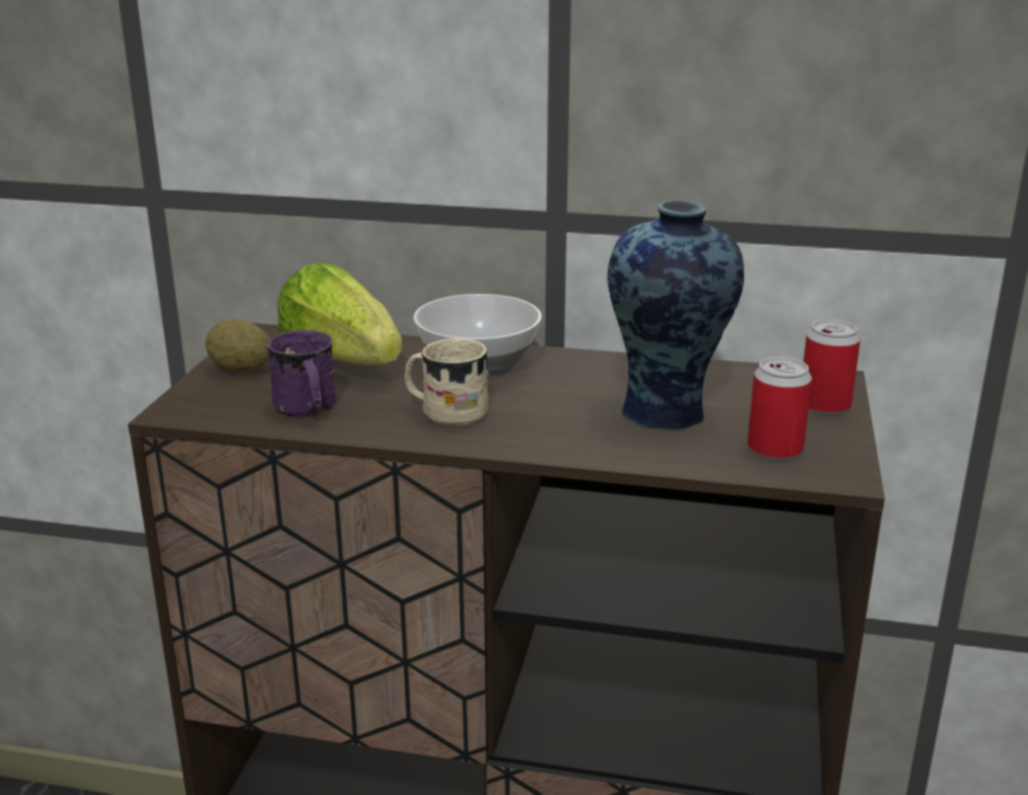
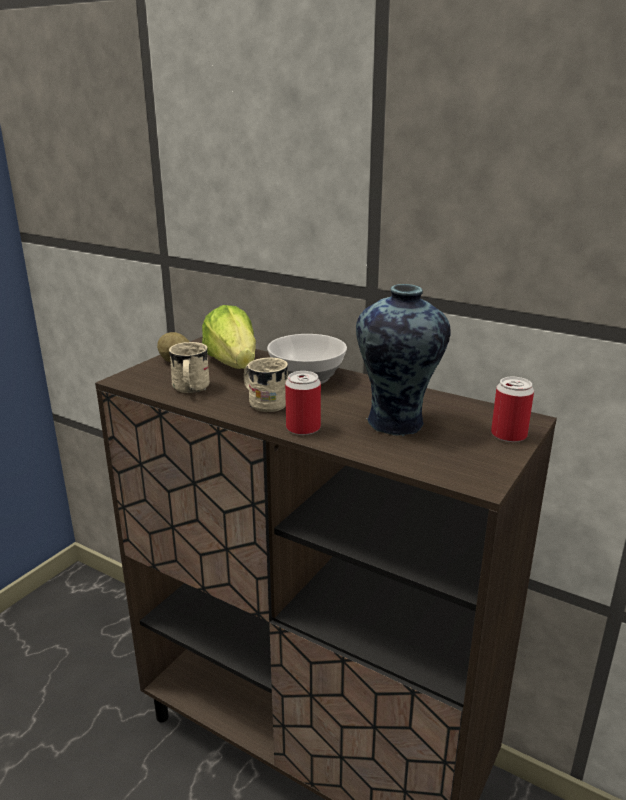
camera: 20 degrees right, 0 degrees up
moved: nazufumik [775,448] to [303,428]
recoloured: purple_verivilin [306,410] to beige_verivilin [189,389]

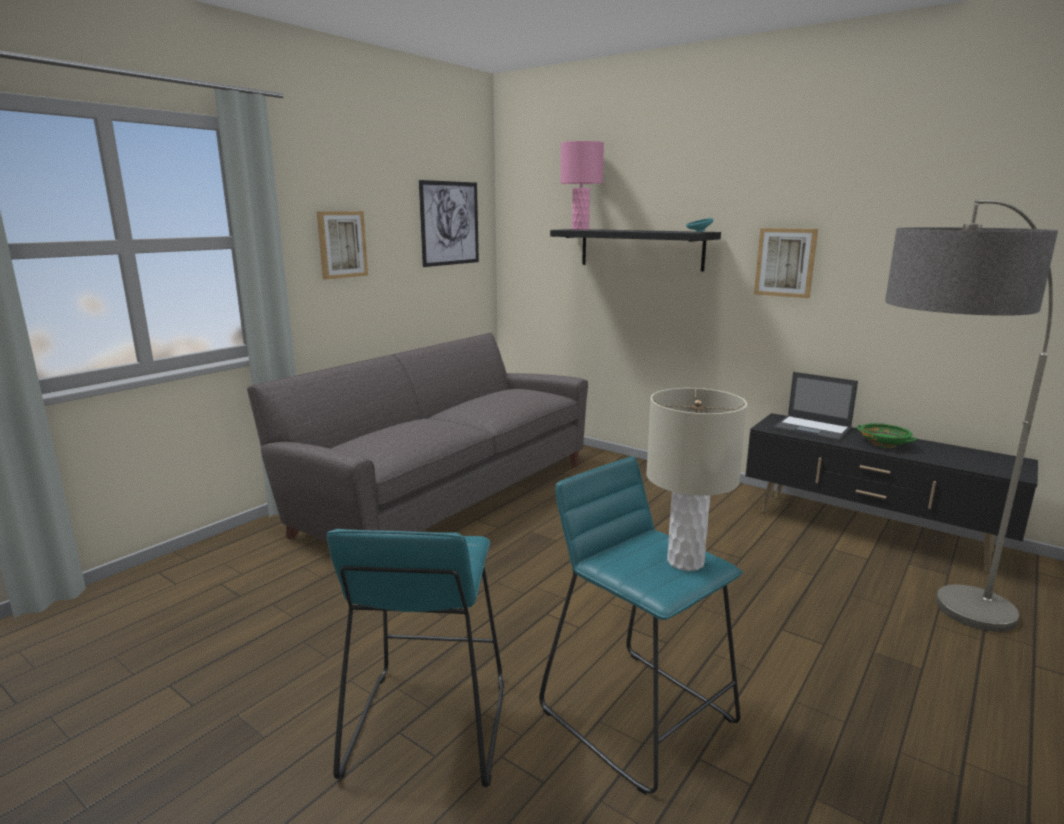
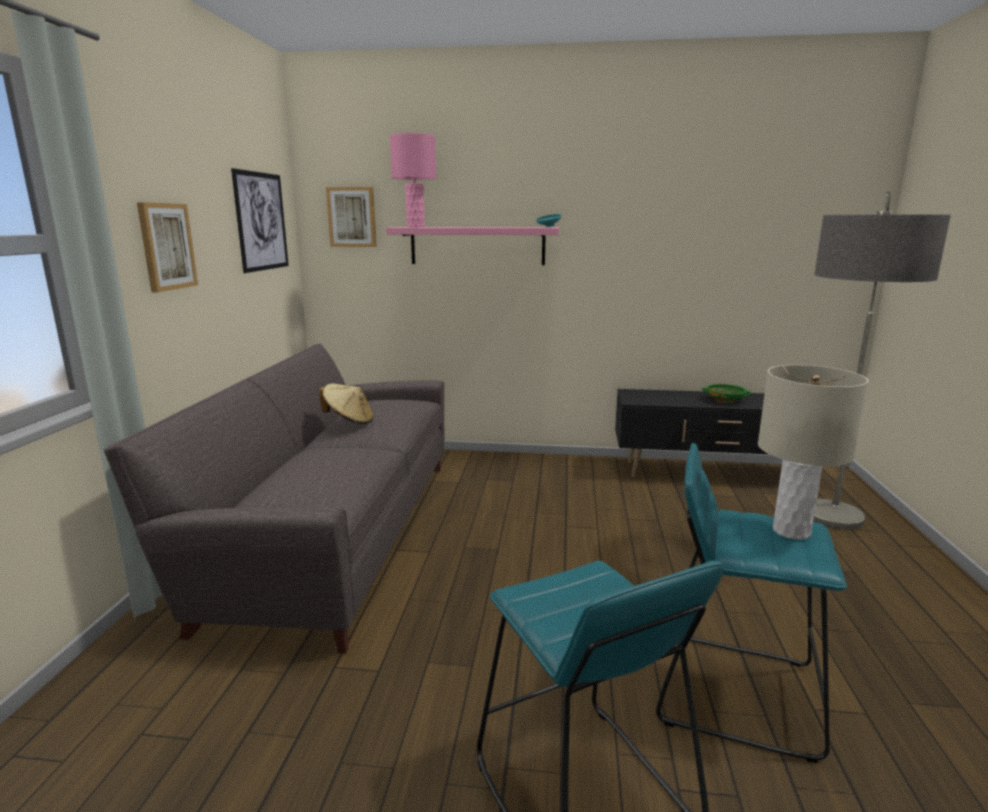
camera: 30 degrees left, 0 degrees up
removed: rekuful [813,429]
added: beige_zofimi [349,421]
moved: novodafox [785,262] to [352,217]
recoloured: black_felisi [640,249] to pink_felisi [477,246]

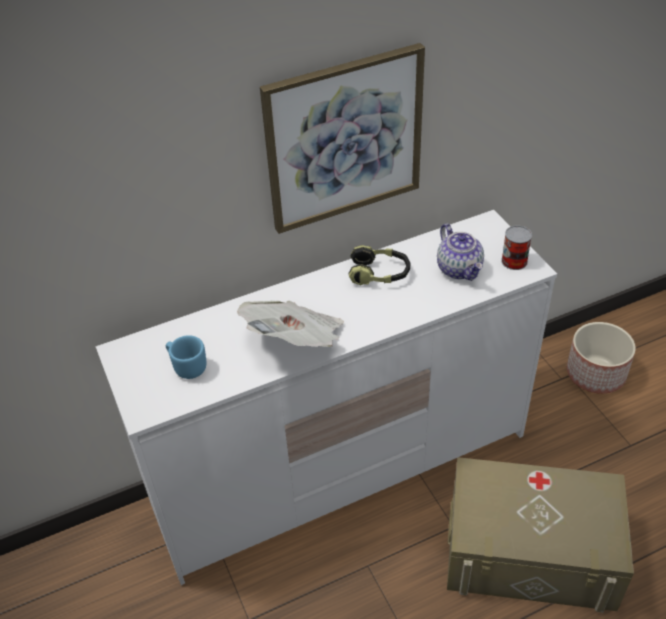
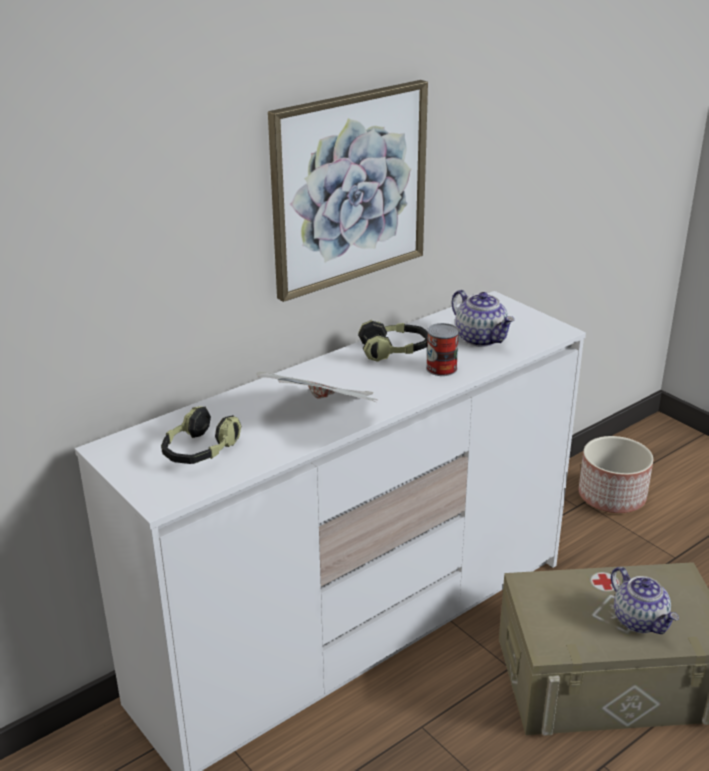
camera: 15 degrees left, 15 degrees down
added: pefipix [640,620]
moved: nazufumik [514,261] to [441,368]
replaced: blue_verivilin [187,366] to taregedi [200,452]

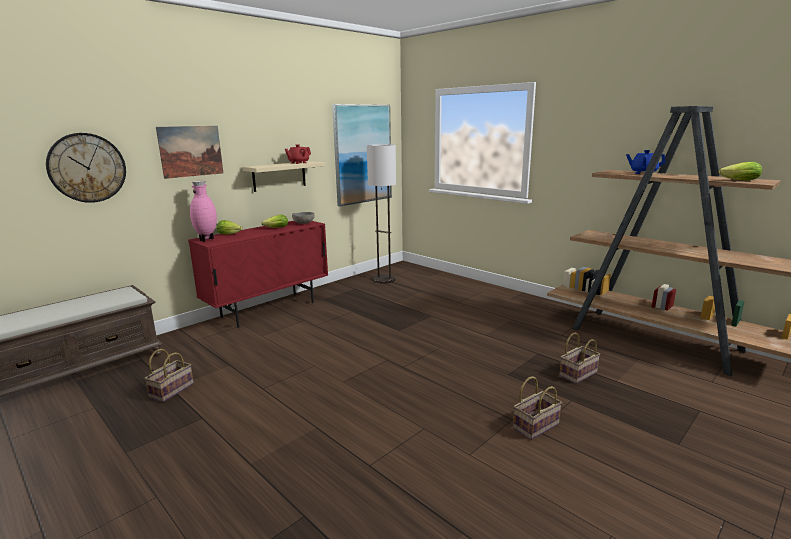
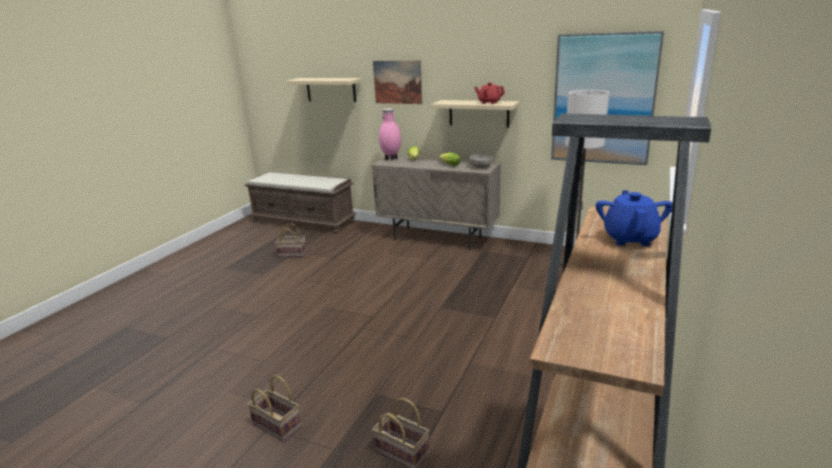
camera: 70 degrees right, 5 degrees up
removed: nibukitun [737,180]
replaced: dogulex [87,168] to beige_felisi [331,89]
recoloured: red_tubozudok [269,309] to beige_tubozudok [437,238]

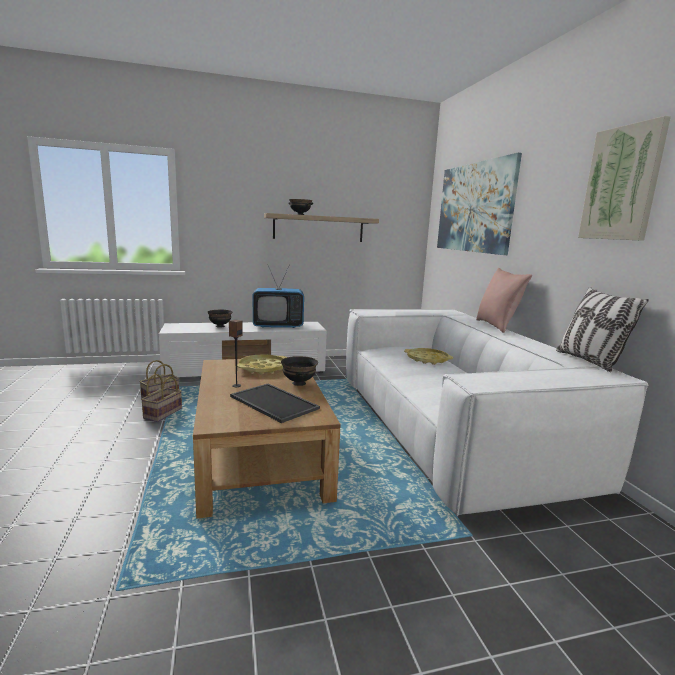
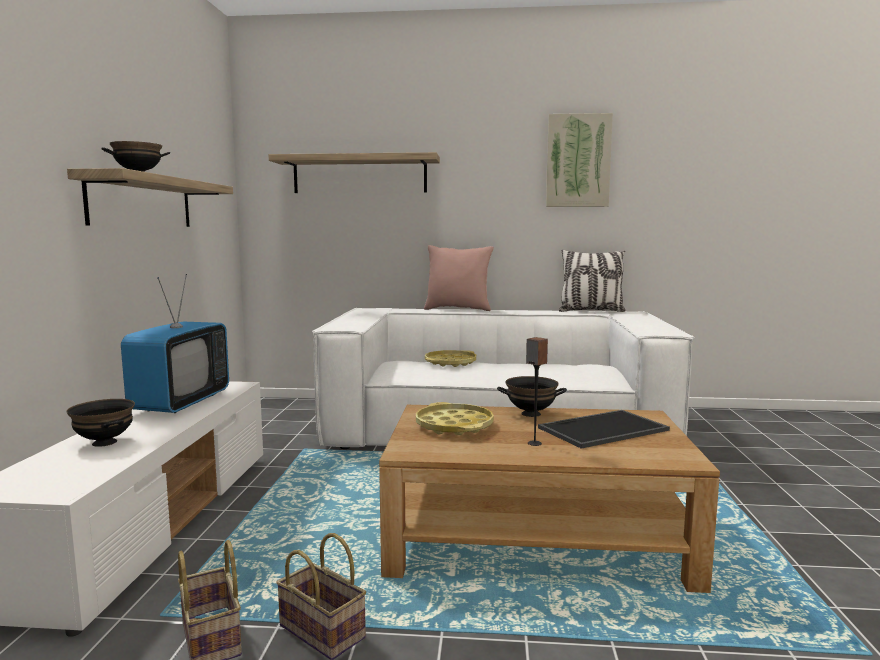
camera: 70 degrees left, 5 degrees down
replaced: novodafox [474,208] to felisi [360,175]

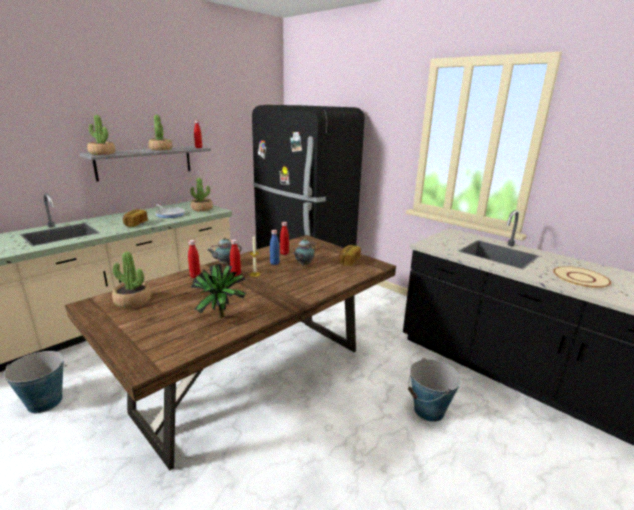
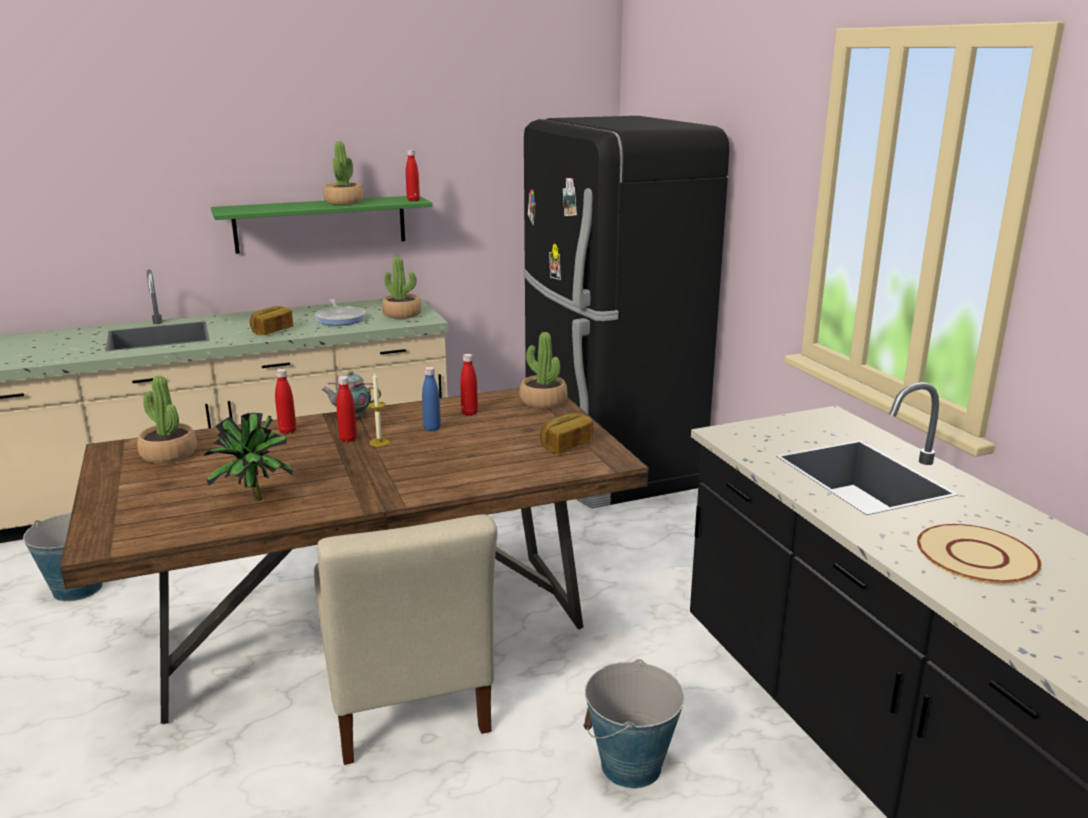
camera: 25 degrees right, 0 degrees up
removed: pefipix [303,265]
added: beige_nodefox [403,696]
moved: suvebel [102,153] to [543,401]
recoloured: grey_felisi [145,162] to green_felisi [320,224]

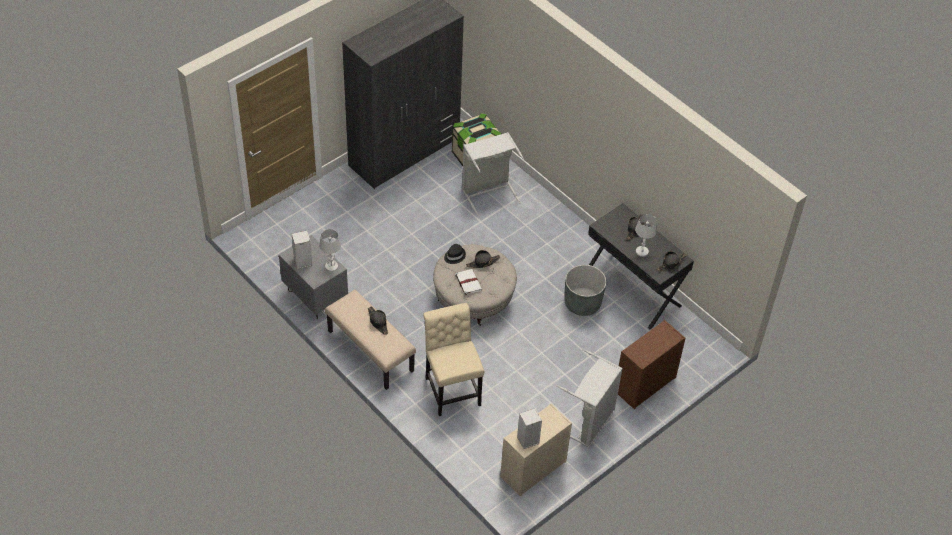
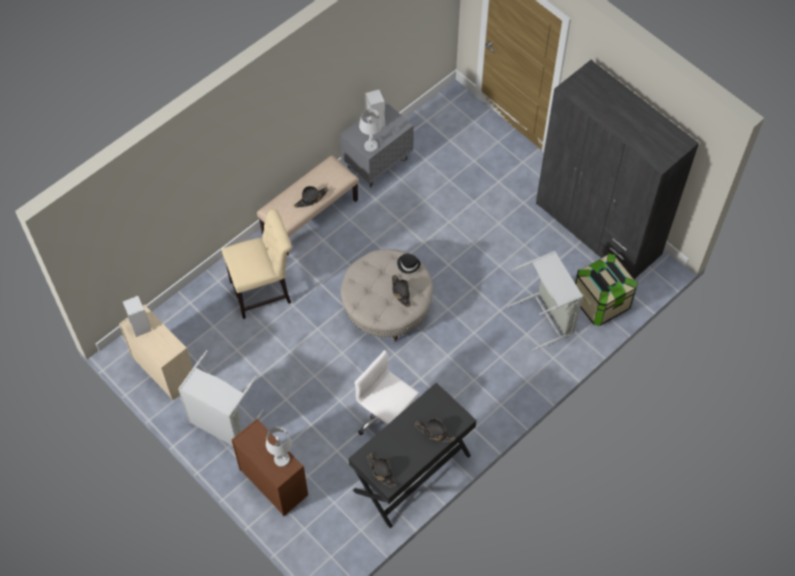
camera: 90 degrees right, 10 degrees up
removed: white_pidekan [468,282]
moved: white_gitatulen [642,251] to [281,459]
replaced: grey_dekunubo [582,303] to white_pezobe [386,417]

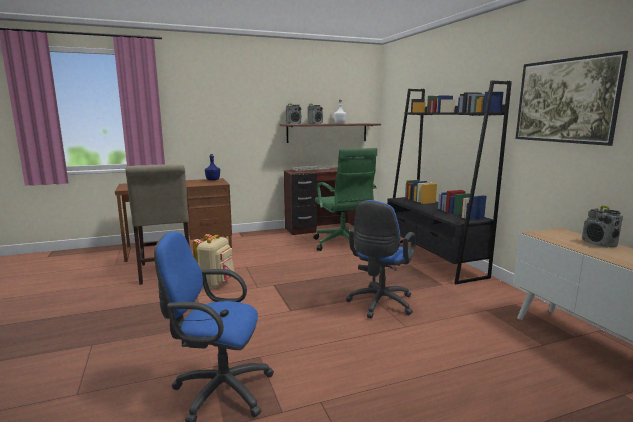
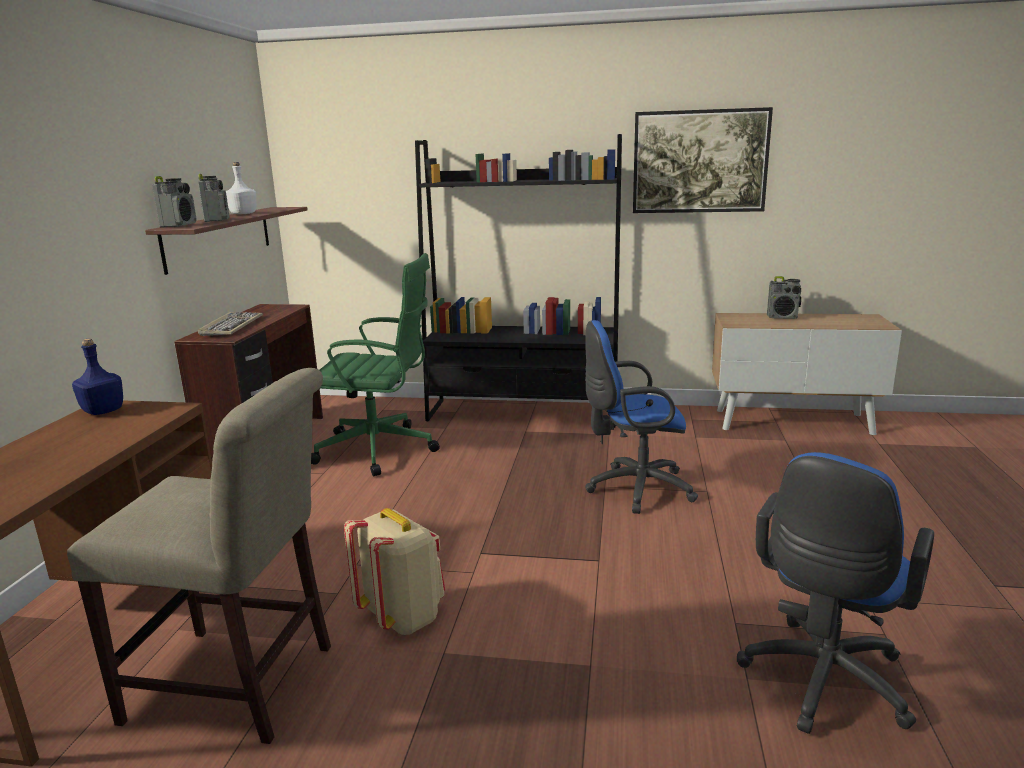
camera: 60 degrees left, 5 degrees up
turned: blue_pezobe [379,305] = [634,489] 120 degrees clockwise

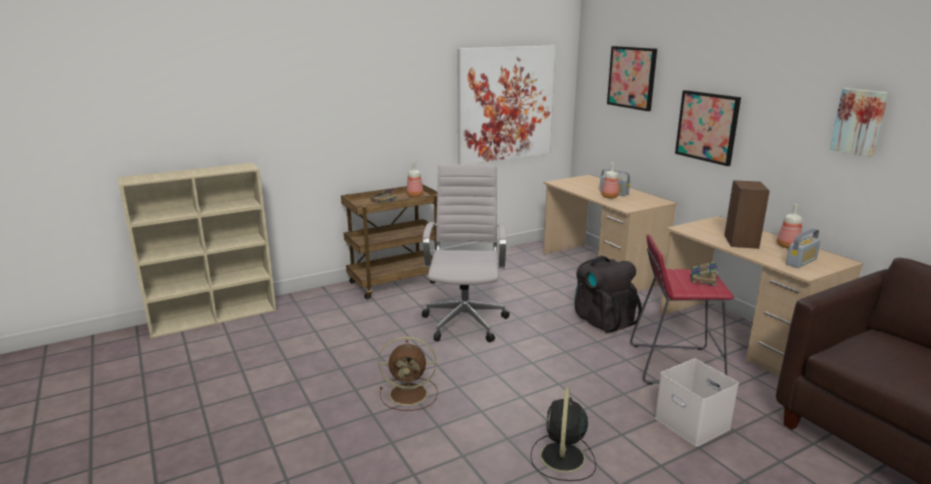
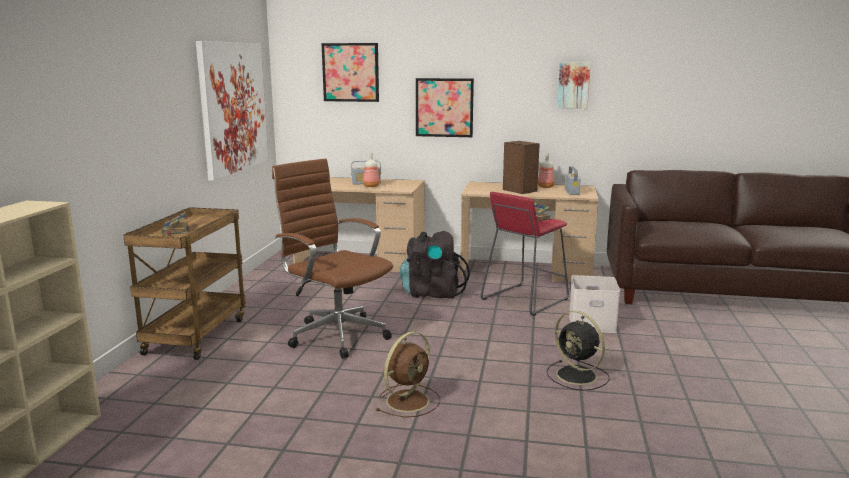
camera: 50 degrees left, 5 degrees down
removed: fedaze [415,195]
recoloured: white_pezobe [465,321] to brown_pezobe [336,335]

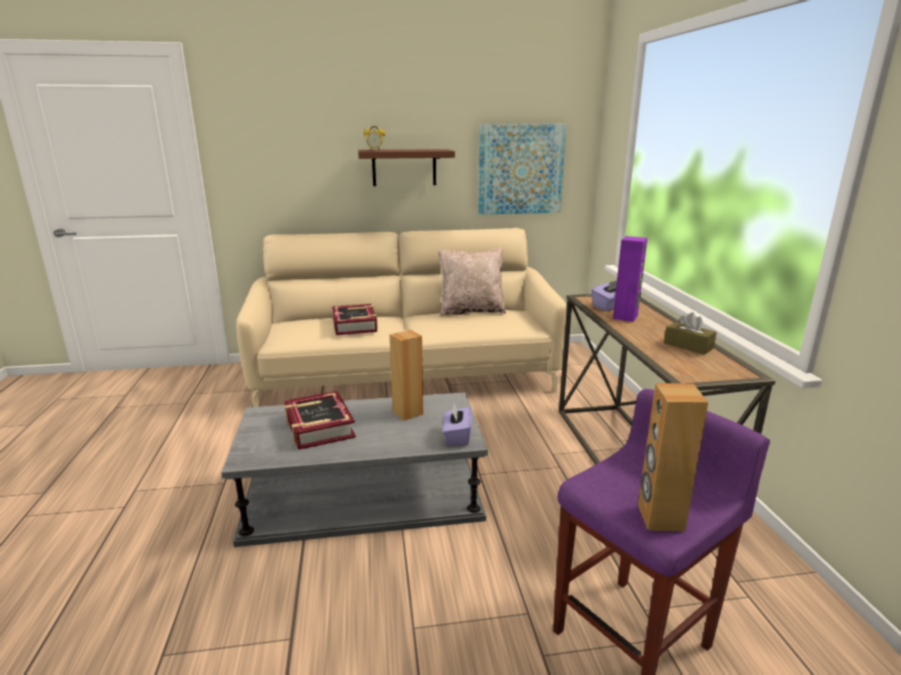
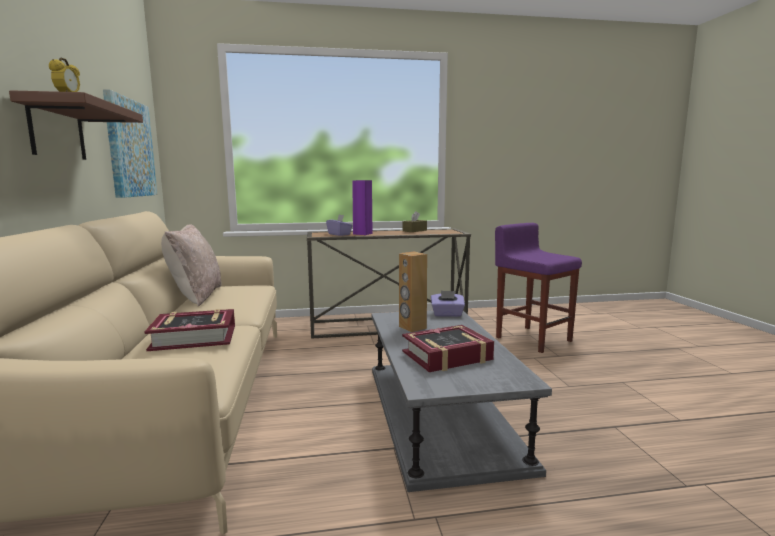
camera: 90 degrees left, 10 degrees down
removed: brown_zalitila [660,518]

